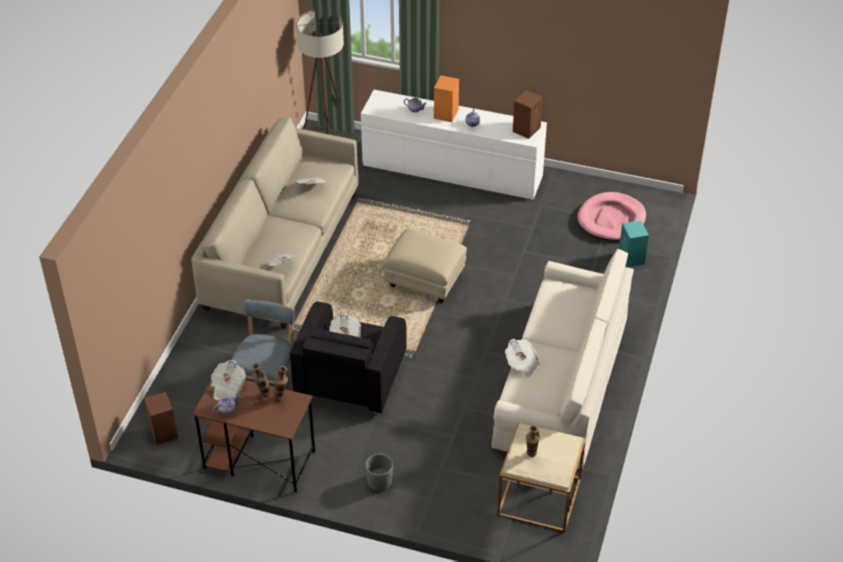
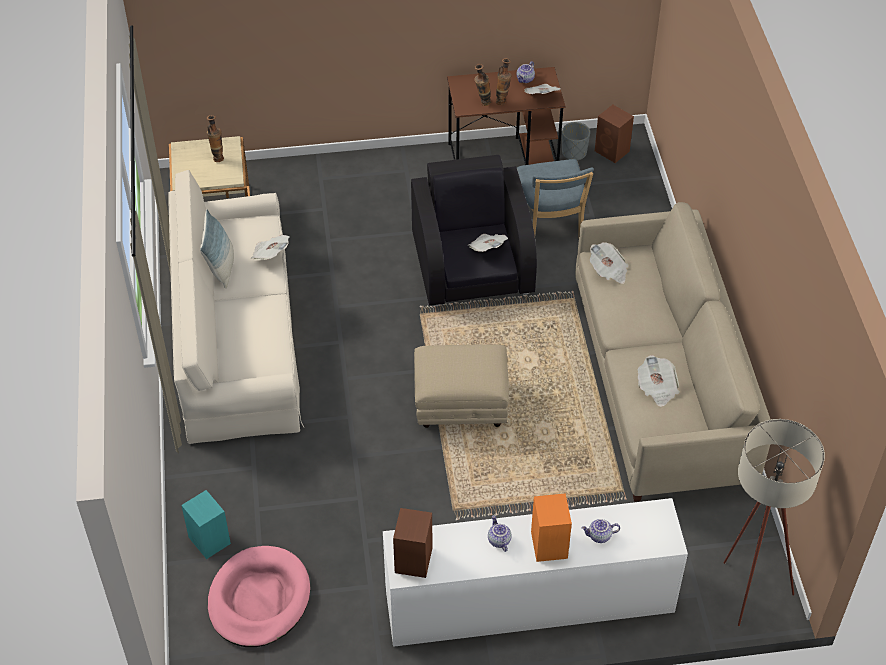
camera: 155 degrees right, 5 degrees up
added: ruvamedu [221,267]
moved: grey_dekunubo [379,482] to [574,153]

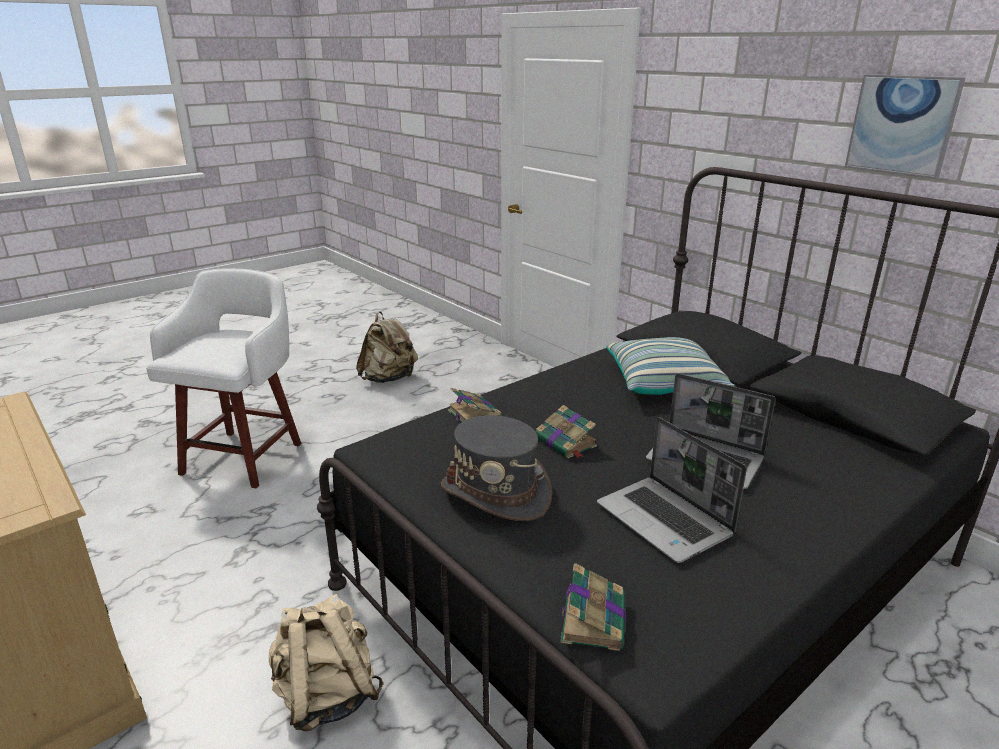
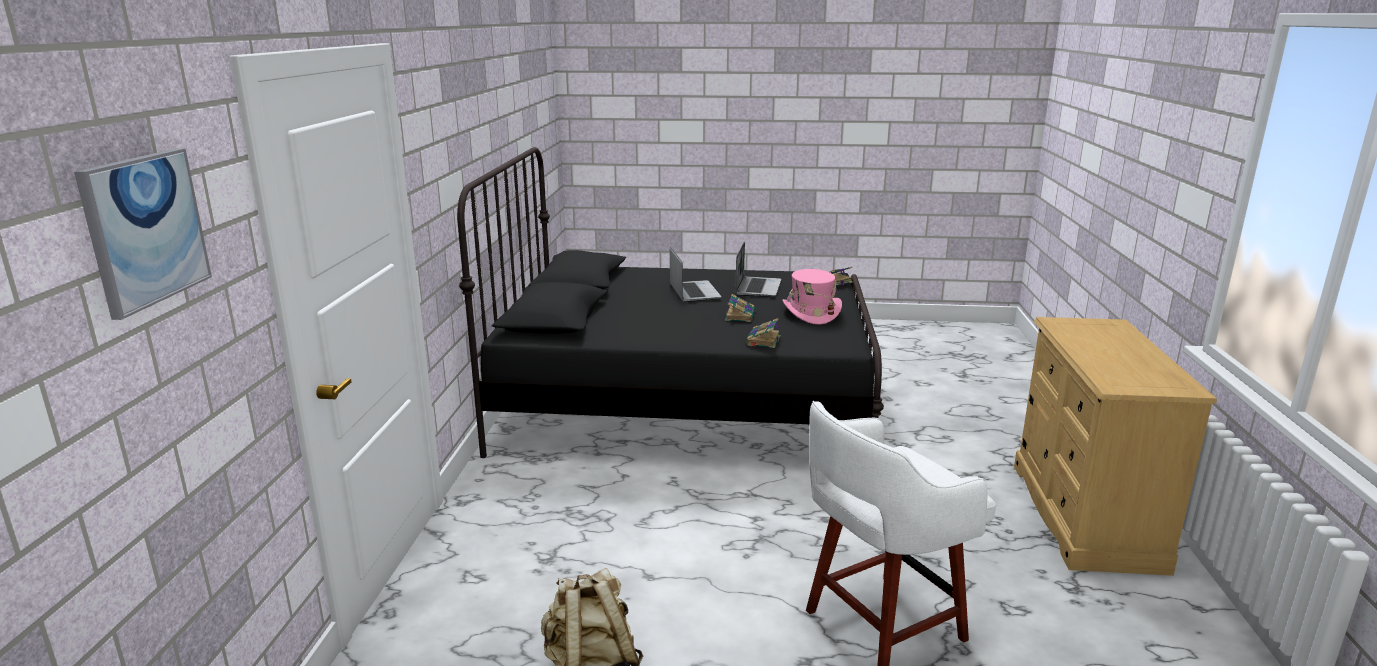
camera: 135 degrees left, 5 degrees down
removed: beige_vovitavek [327,696]; ruvamedu [665,382]
moved: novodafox [902,125] to [145,229]
recoloured: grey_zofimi [496,493] to pink_zofimi [811,313]

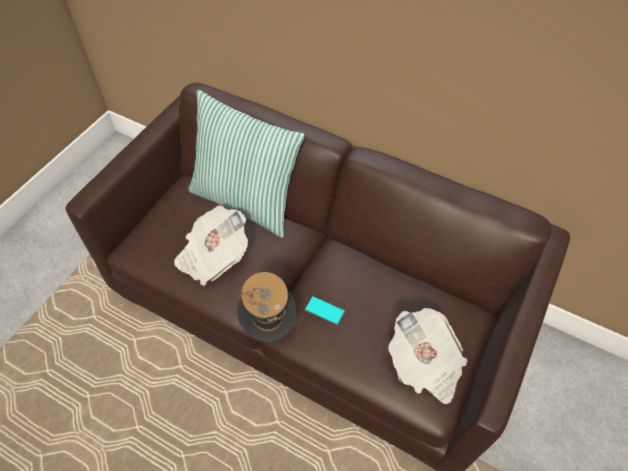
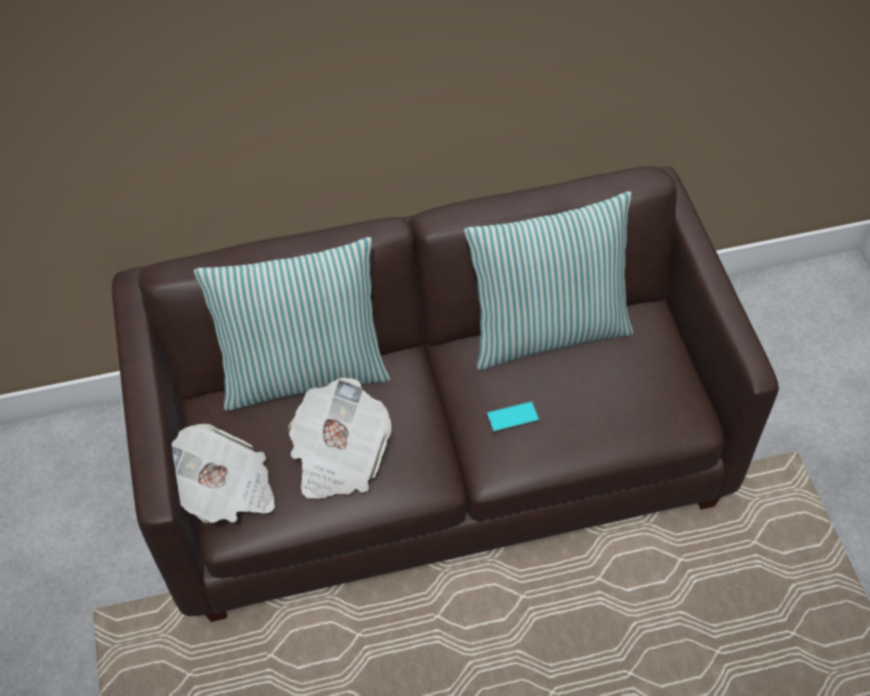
camera: 40 degrees left, 0 degrees up
removed: zofimi [268,326]
added: ruvamedu [547,330]
moved: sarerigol [425,364] to [224,490]

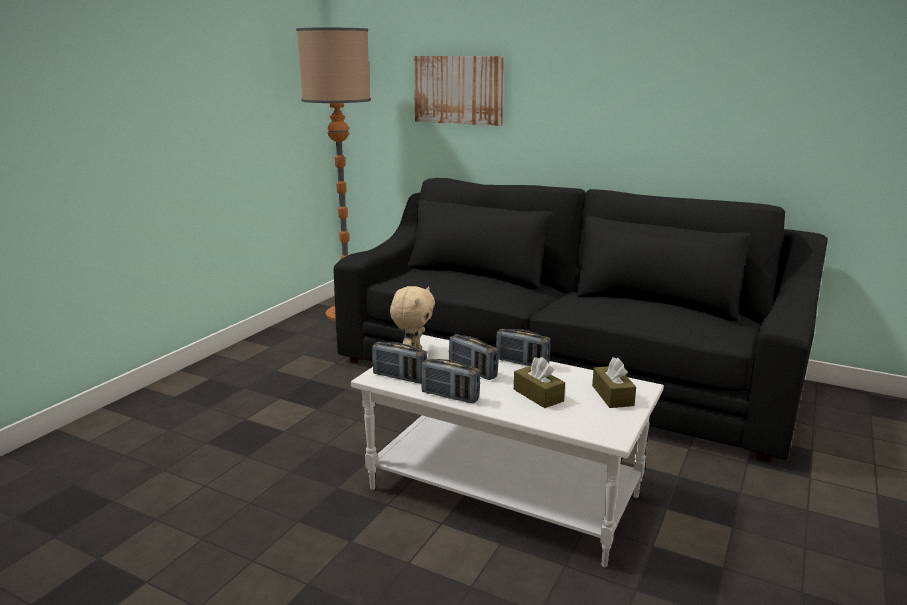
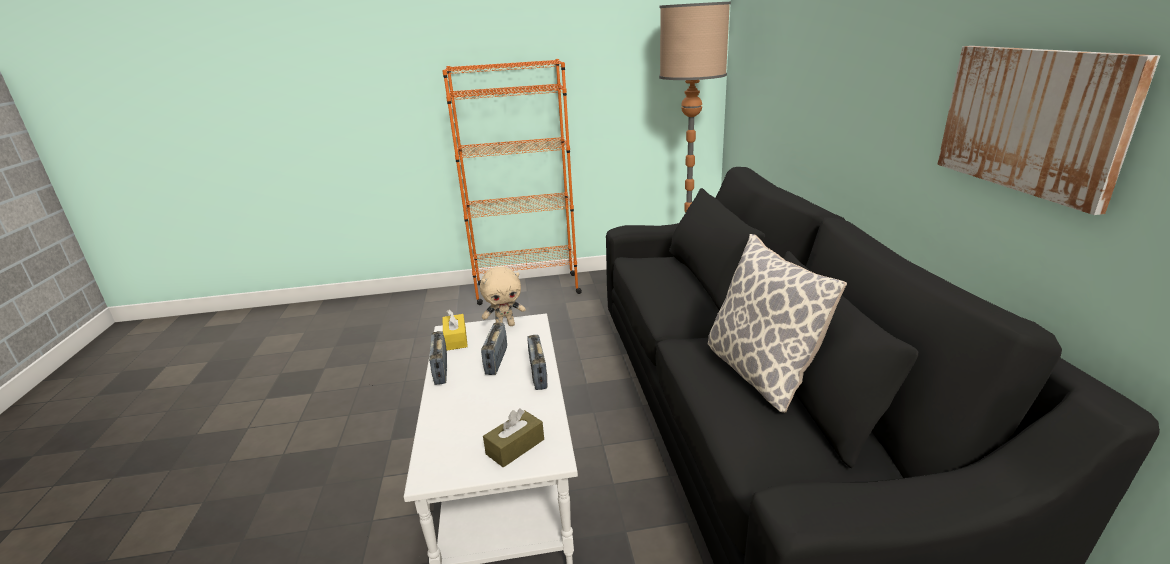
camera: 55 degrees right, 5 degrees up
removed: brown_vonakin [538,395]
added: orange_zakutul [527,289]; ruvamedu [759,372]
moved: novodafox [458,90] to [1031,120]
replaced: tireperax [399,377] to yellow_vonakin [456,339]

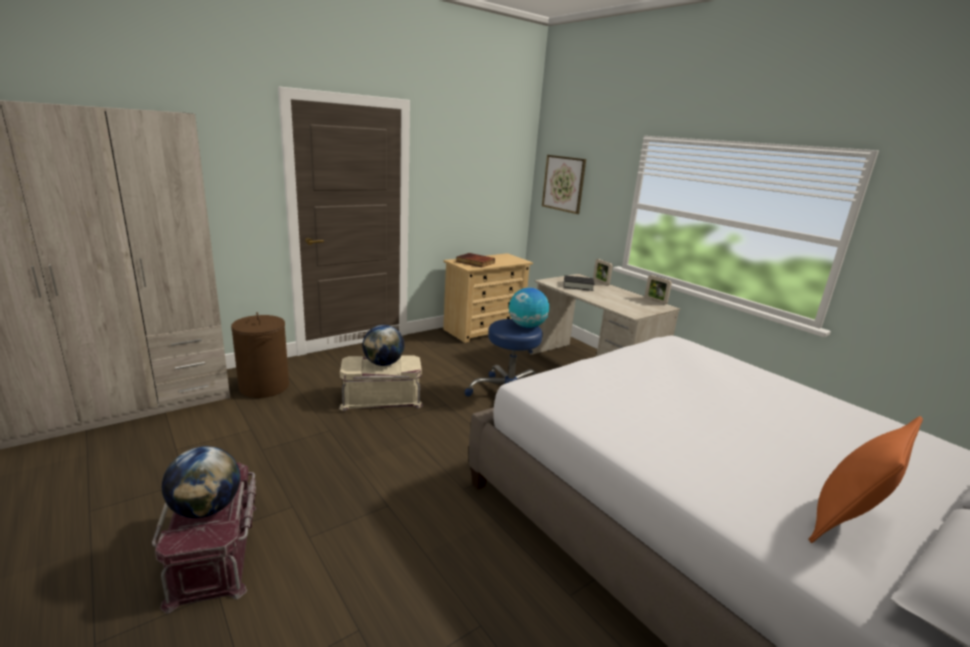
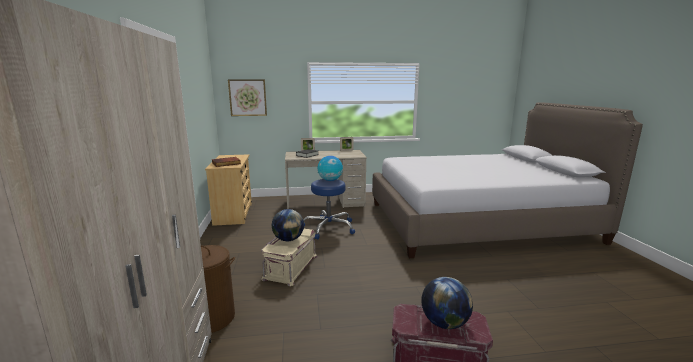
camera: 60 degrees left, 5 degrees down
removed: orange_ruvamedu [845,522]

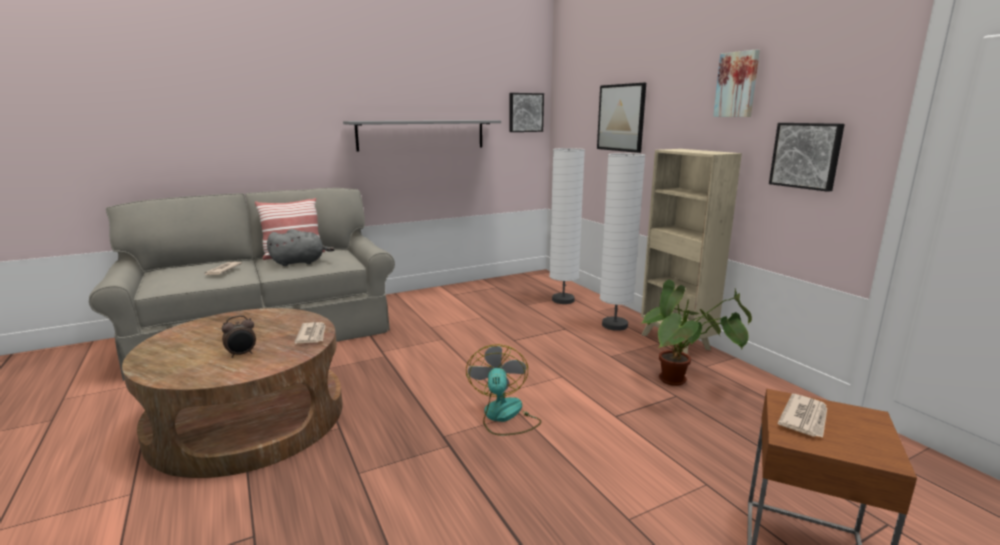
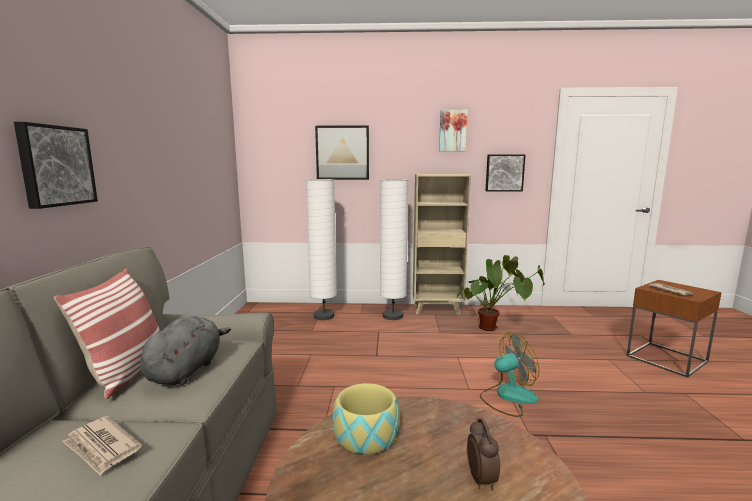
camera: 60 degrees left, 5 degrees down
removed: sarerigol [312,335]; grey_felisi [422,135]
added: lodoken [365,435]
moved: novodafox [525,112] to [55,166]
turned: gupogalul [504,416] = [508,397] 135 degrees clockwise

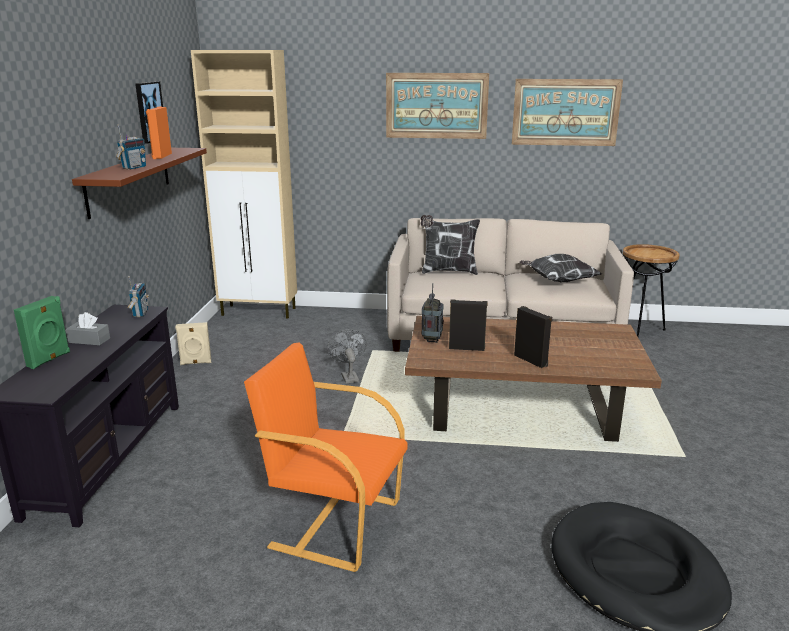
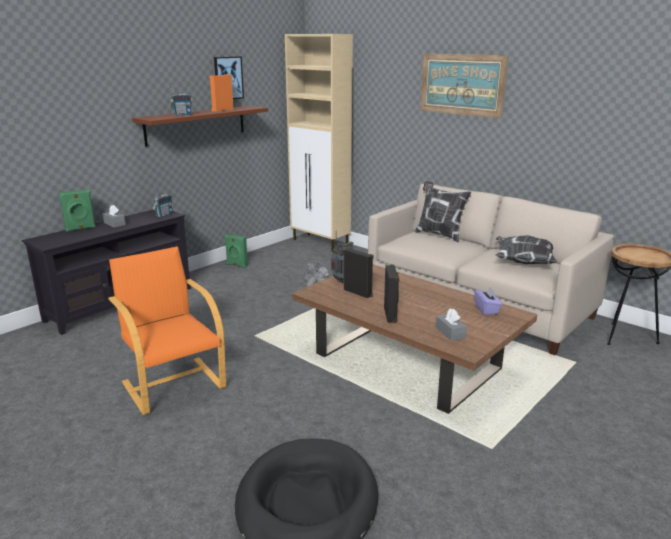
camera: 35 degrees right, 0 degrees up
removed: novodafox [565,112]
added: grey_vonakin [450,333]; purple_vonakin [486,309]
recoloured: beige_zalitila [196,363] to green_zalitila [236,265]

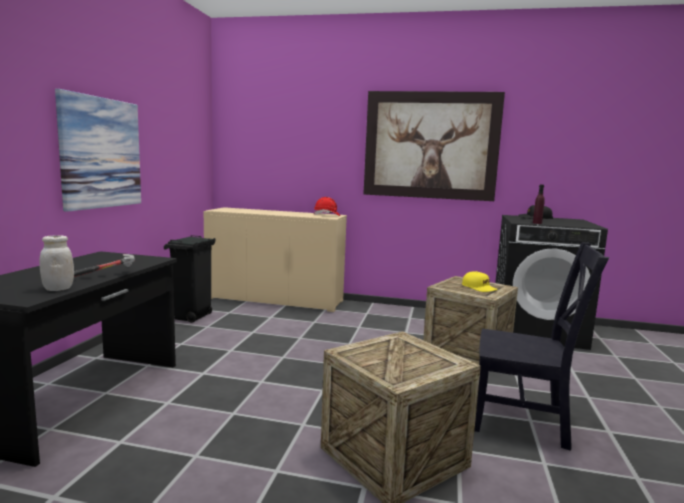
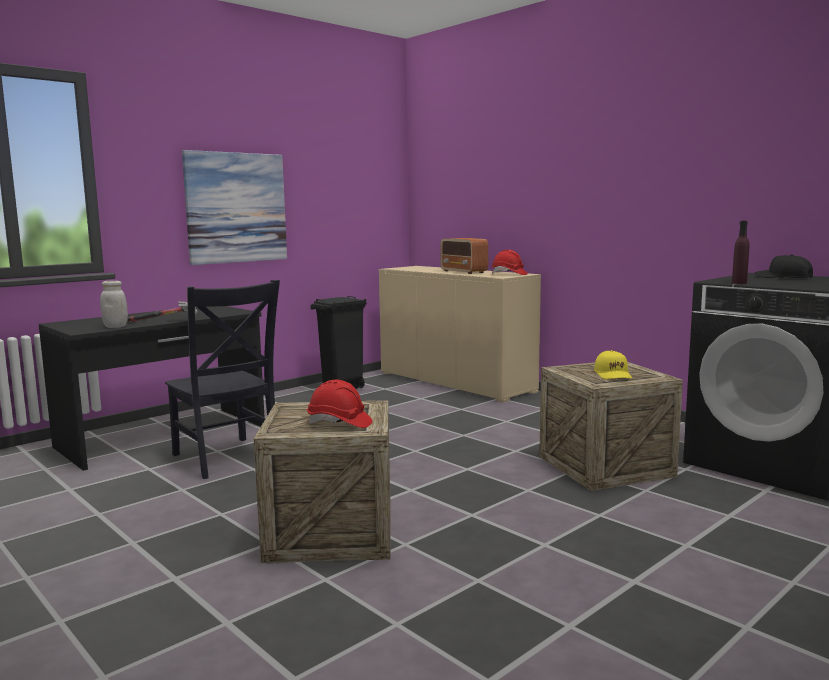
camera: 35 degrees right, 0 degrees up
removed: novodafox [430,145]
added: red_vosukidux [339,423]; tireperax [464,272]
moved: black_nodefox [524,421] to [227,459]

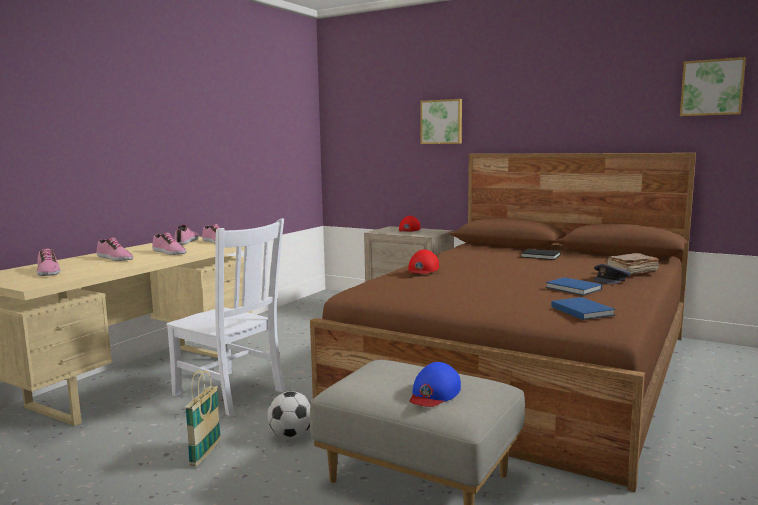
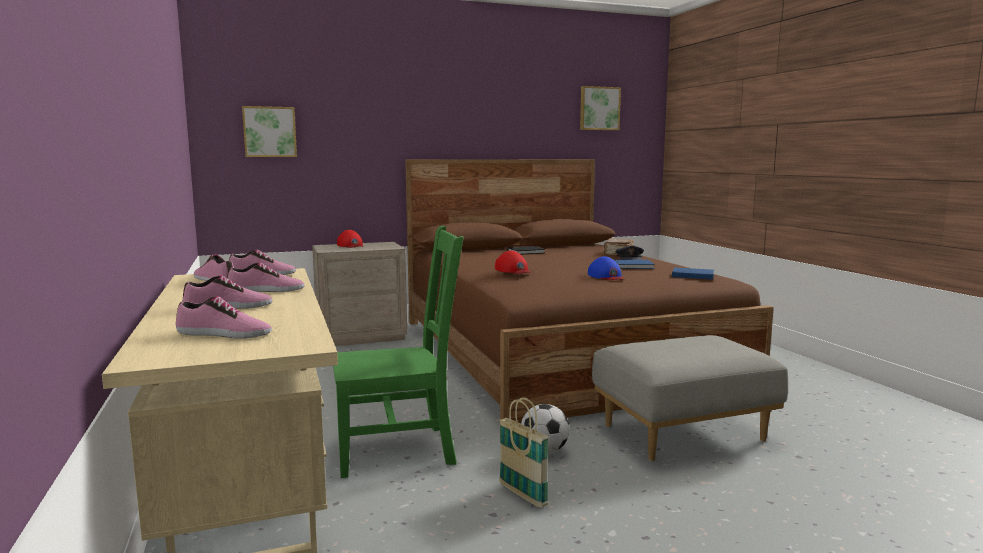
camera: 50 degrees left, 0 degrees up
moved: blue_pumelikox [434,393] to [606,276]; novodafox [442,122] to [269,132]
recoloured: white_nodefox [231,393] to green_nodefox [400,450]

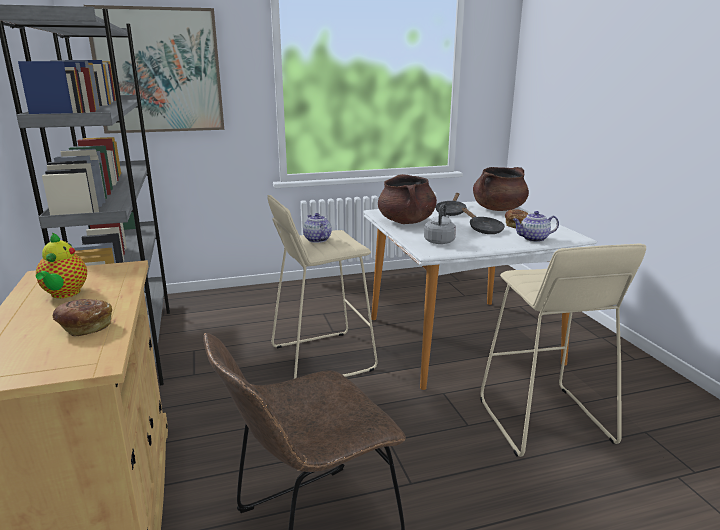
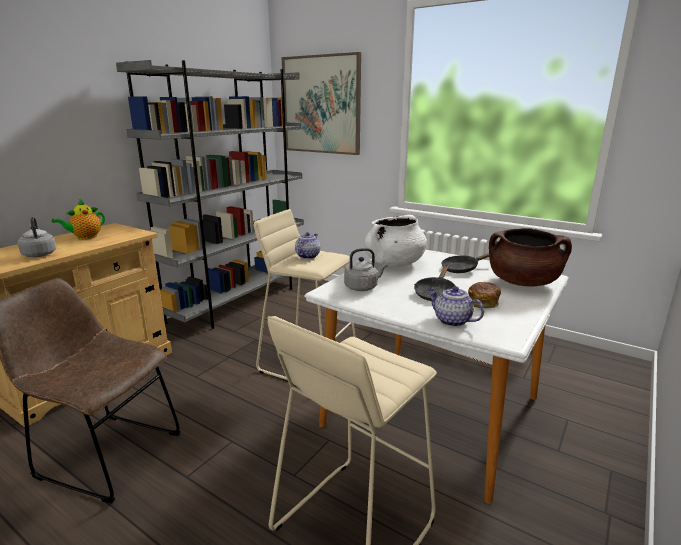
camera: 50 degrees right, 0 degrees up
replaced: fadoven [84,327] to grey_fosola [40,254]
recoloured: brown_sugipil [406,221] to white_sugipil [394,263]

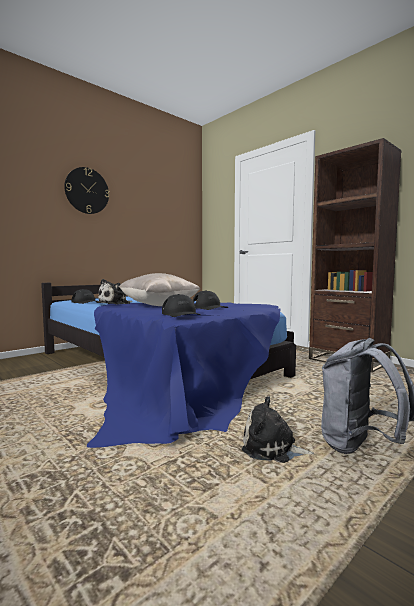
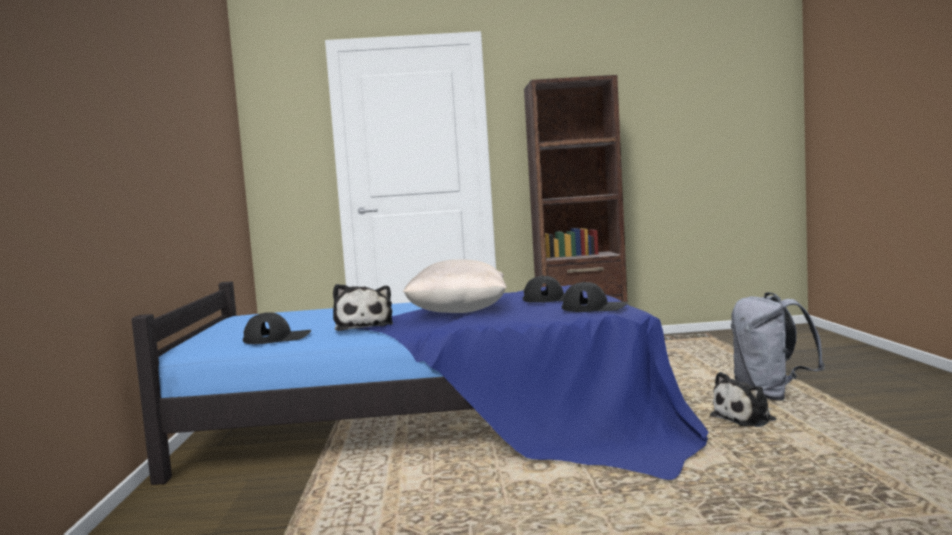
camera: 50 degrees left, 0 degrees up
removed: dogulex [87,191]

